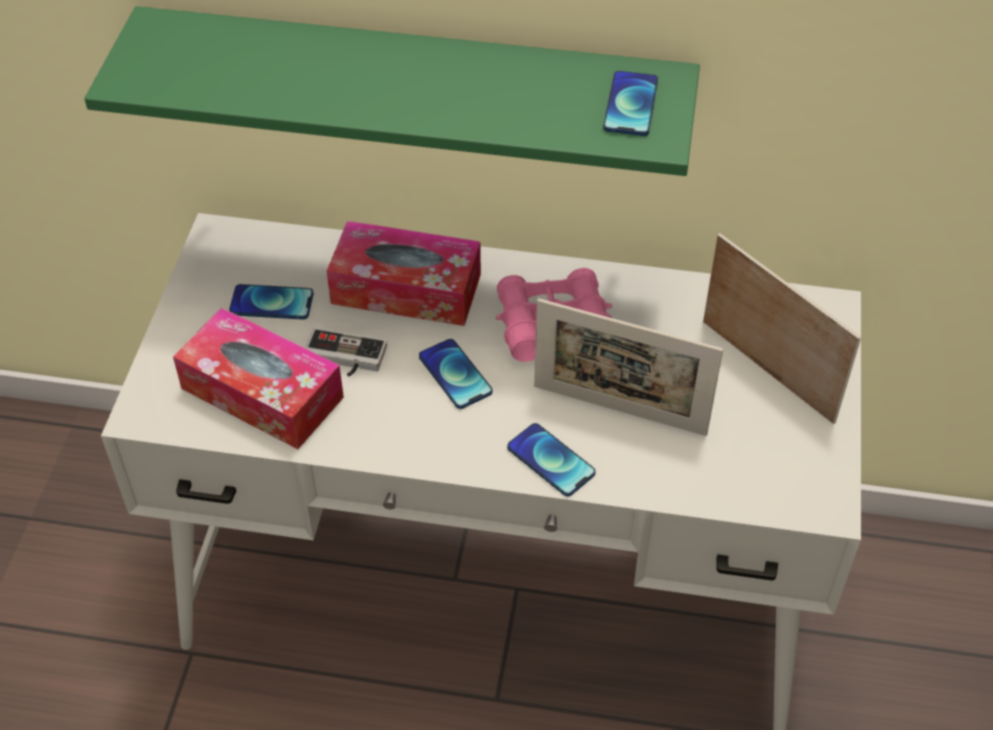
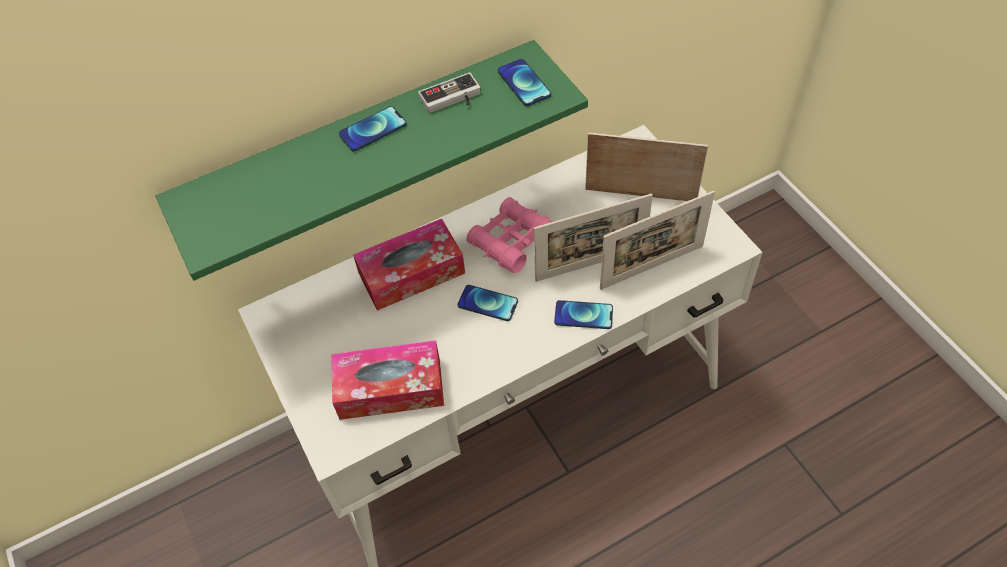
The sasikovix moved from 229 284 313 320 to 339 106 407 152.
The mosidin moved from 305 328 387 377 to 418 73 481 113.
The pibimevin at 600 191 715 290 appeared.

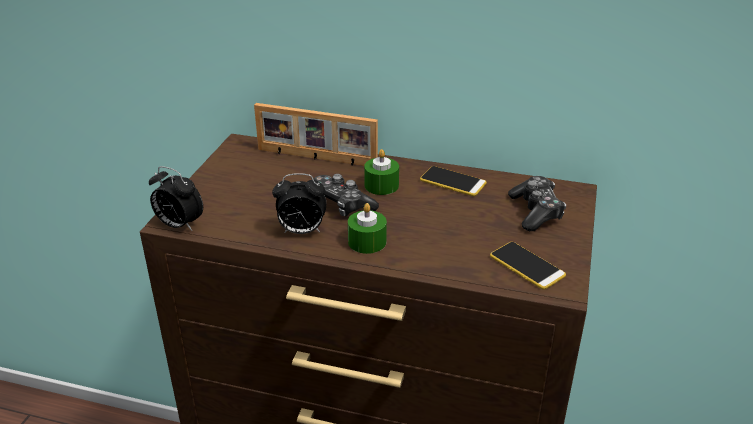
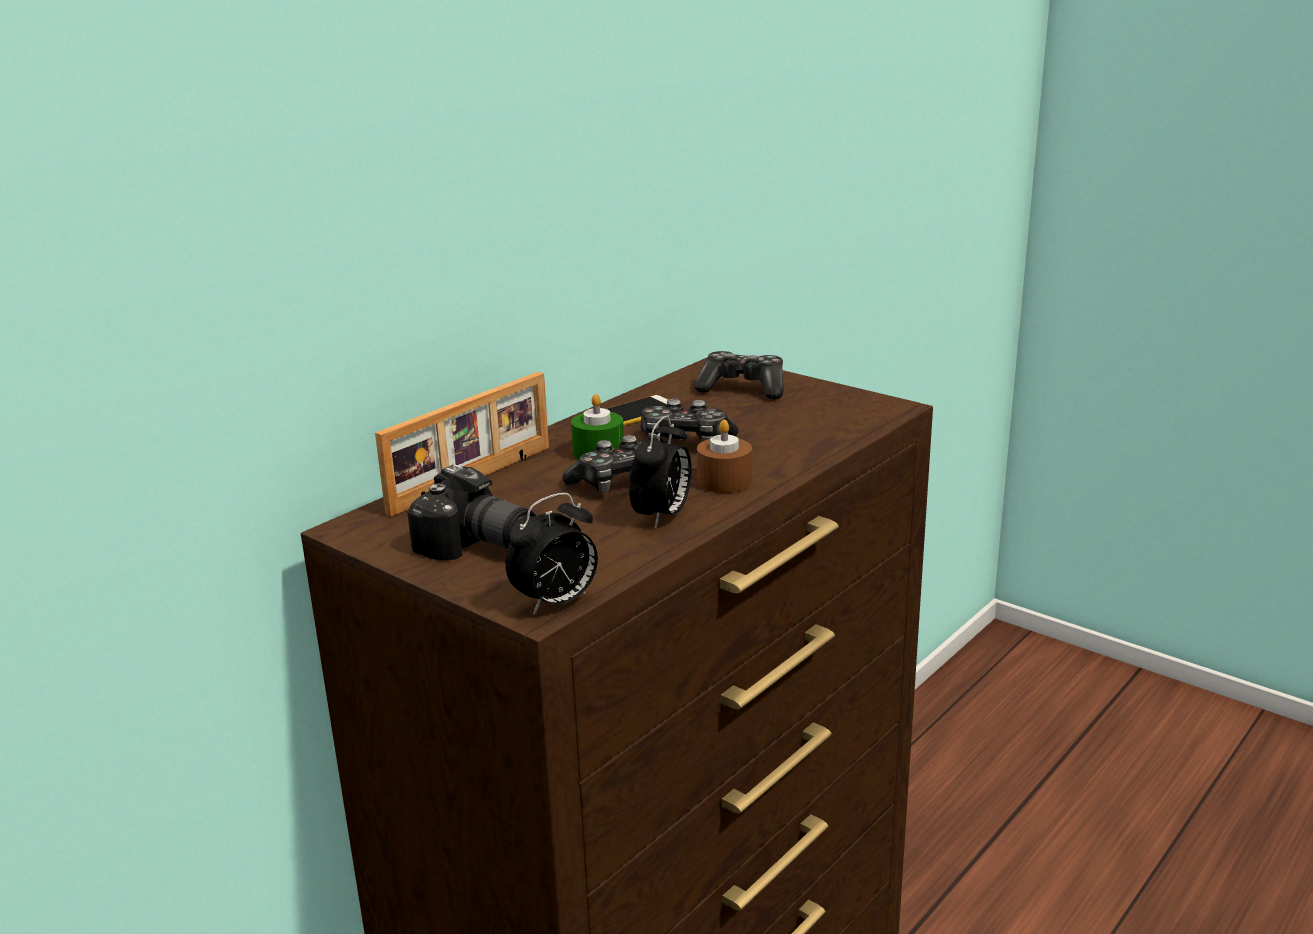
The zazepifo at 407 465 536 561 appeared.
The mosidin at 641 399 738 442 appeared.
The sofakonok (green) at 348 203 387 254 became the sofakonok (brown) at 697 420 752 493.
The sasikovix at 490 242 566 289 disappeared.

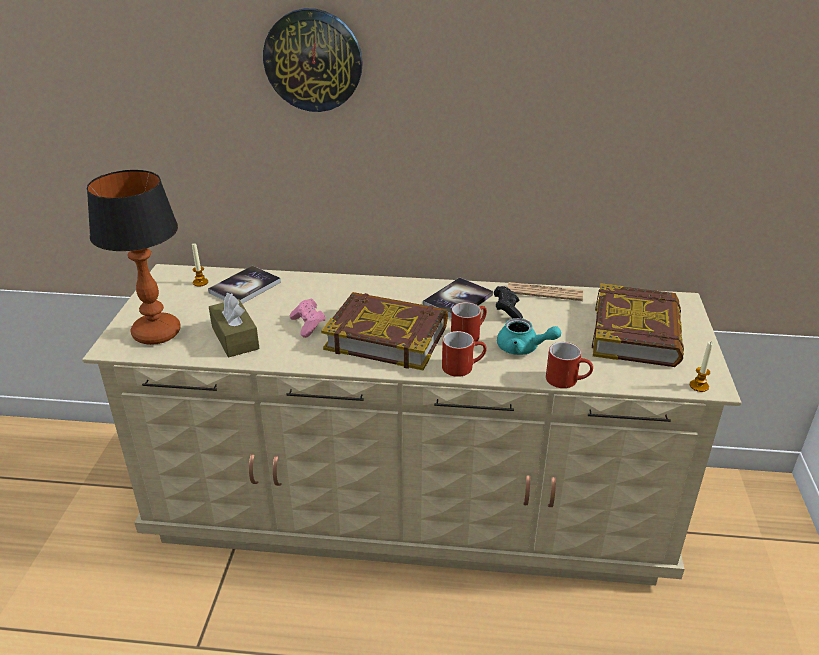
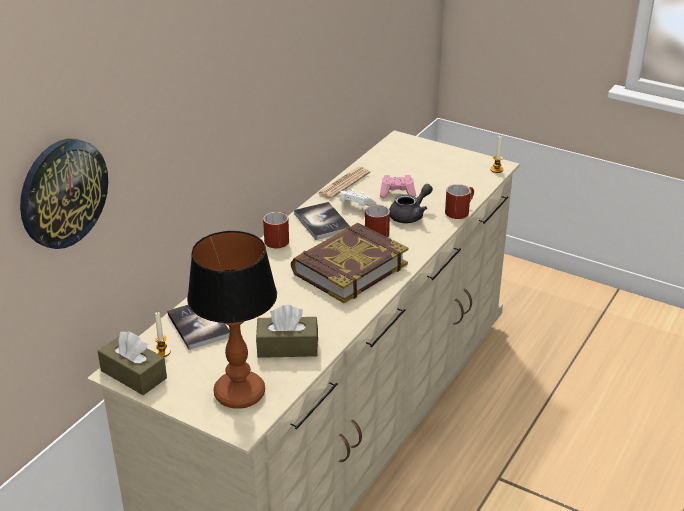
The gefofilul moved from 263 8 363 112 to 20 139 108 249.
The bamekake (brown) at 98 331 167 395 appeared.
The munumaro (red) moved from 442 331 487 377 to 263 212 289 248.
The mosidin (black) at 494 286 523 319 became the mosidin (white) at 340 189 377 206.
The mosidin (pink) moved from 290 298 326 338 to 380 175 416 198.
The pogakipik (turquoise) at 497 318 561 355 became the pogakipik (grey) at 389 184 433 223.
The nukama at 592 283 684 367 disappeared.

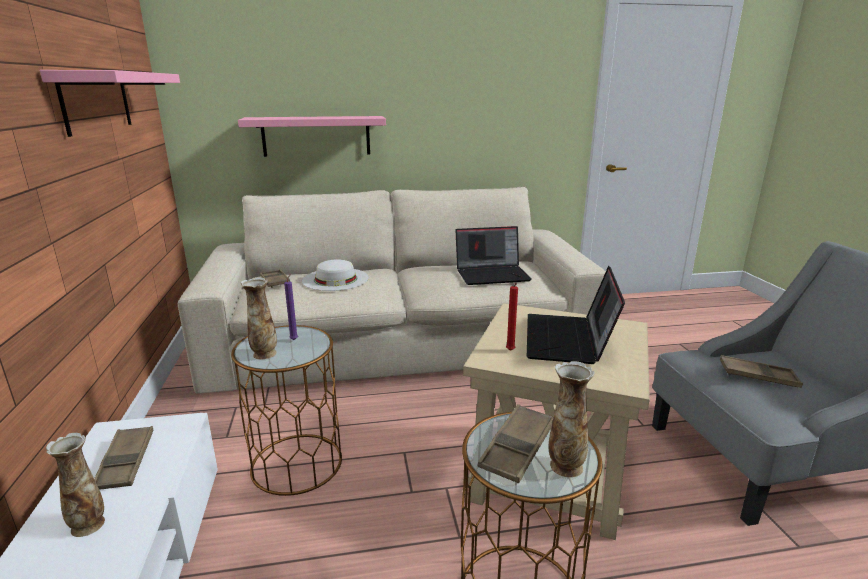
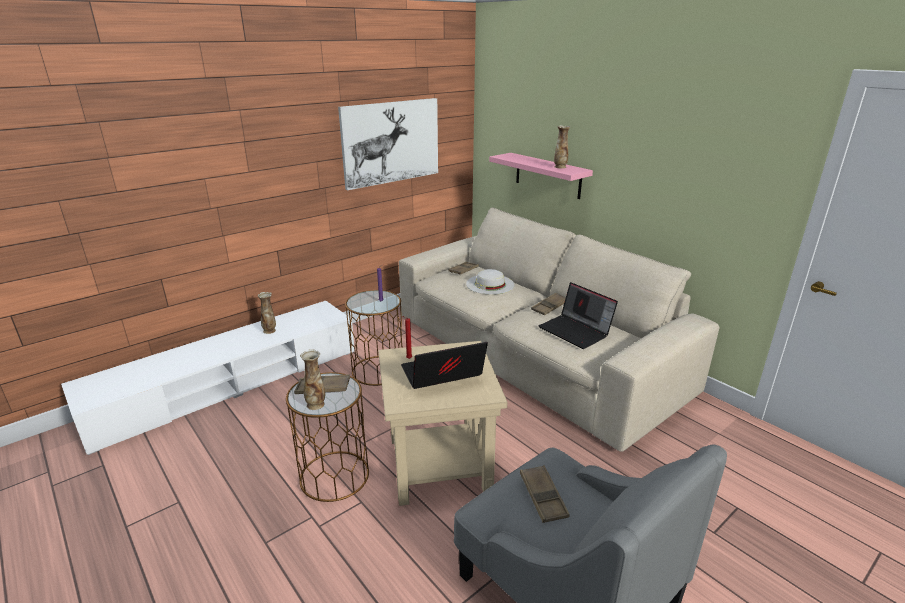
The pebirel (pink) at 40 70 180 137 was replaced by the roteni at 338 98 438 190.
The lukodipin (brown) moved from 94 426 153 490 to 531 293 566 315.
The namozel moved from 241 277 277 359 to 554 125 570 168.

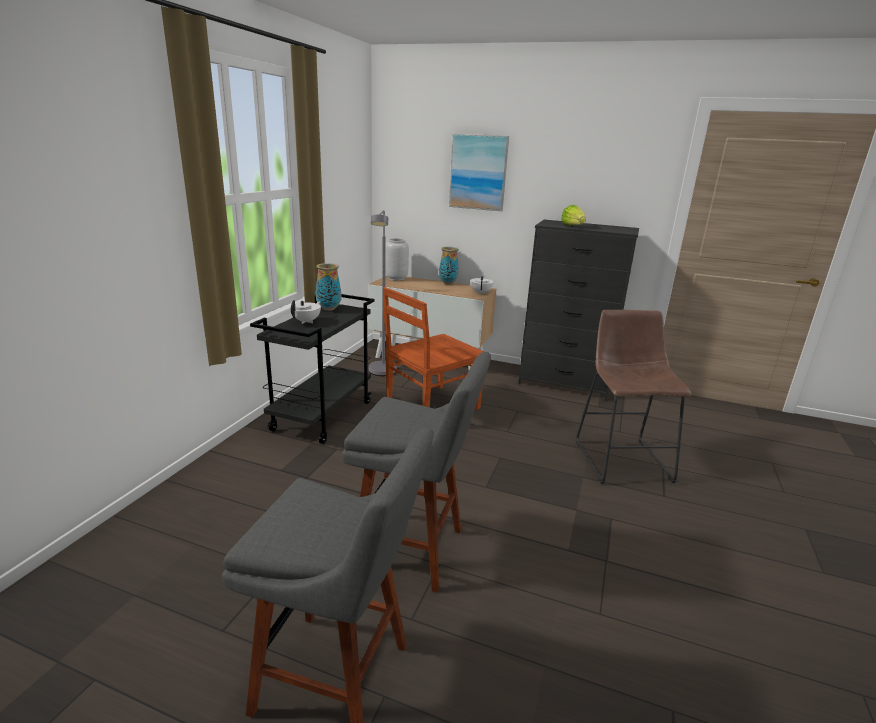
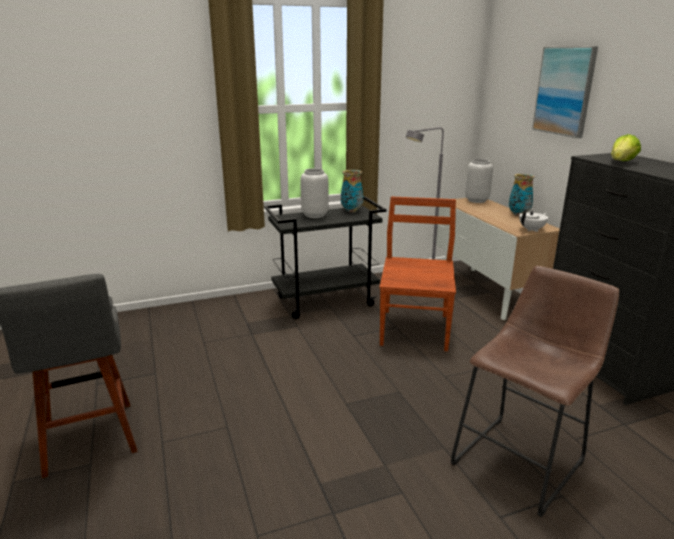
The pogakipik (white) at 290 300 321 324 was replaced by the namozel (grey) at 301 168 329 218.
The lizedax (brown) at 383 287 484 410 turned 90 degrees clockwise.
The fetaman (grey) at 342 352 491 593 disappeared.

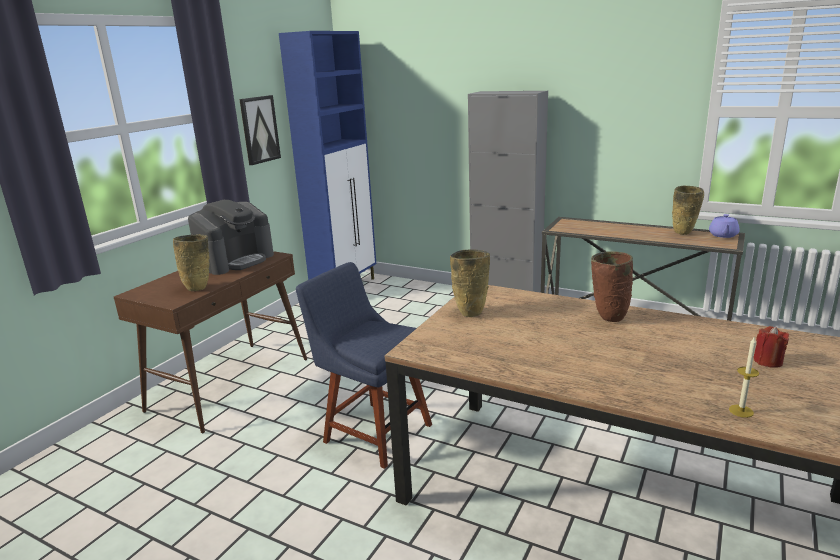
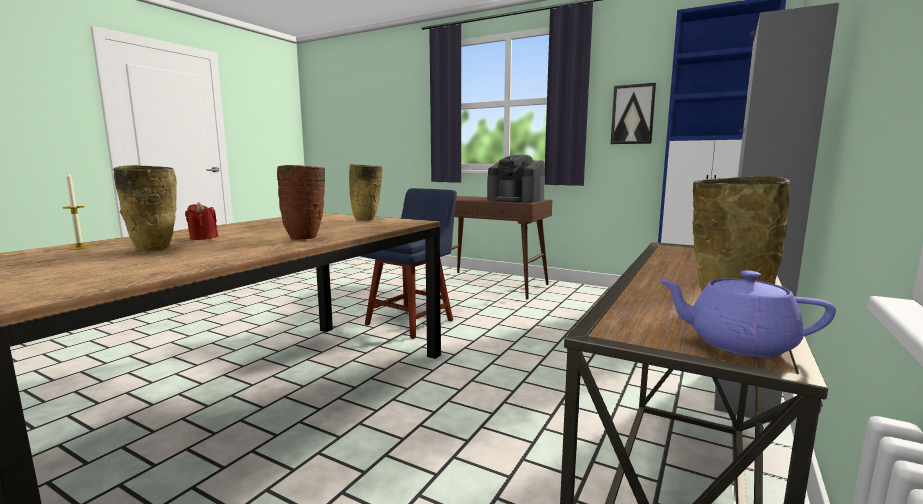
The namozel (beige) moved from 173 234 210 291 to 113 165 177 251.
The sofakonok (red) moved from 753 326 789 368 to 185 202 218 240.

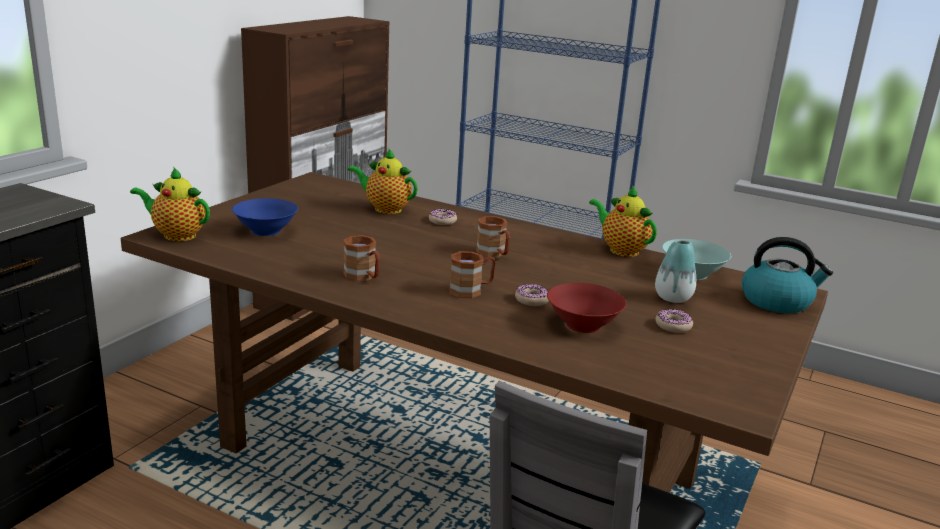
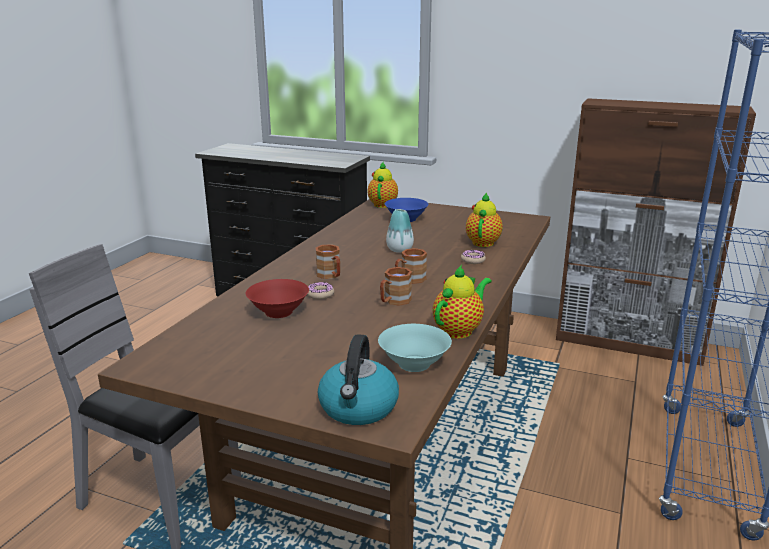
The munumaro (brown) moved from 343 235 380 281 to 380 267 412 306.
The namozel moved from 655 240 696 303 to 386 209 414 253.
The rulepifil at 655 309 693 333 disappeared.

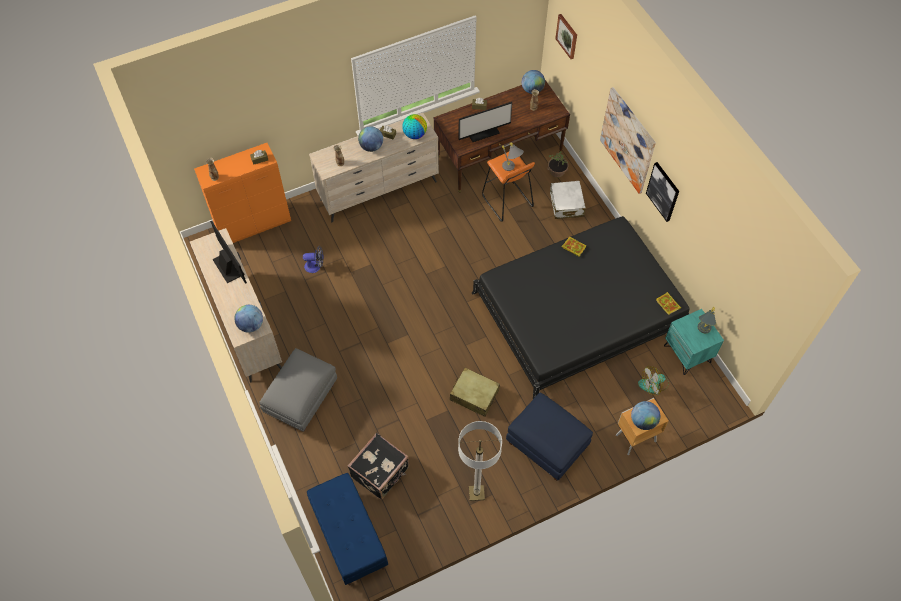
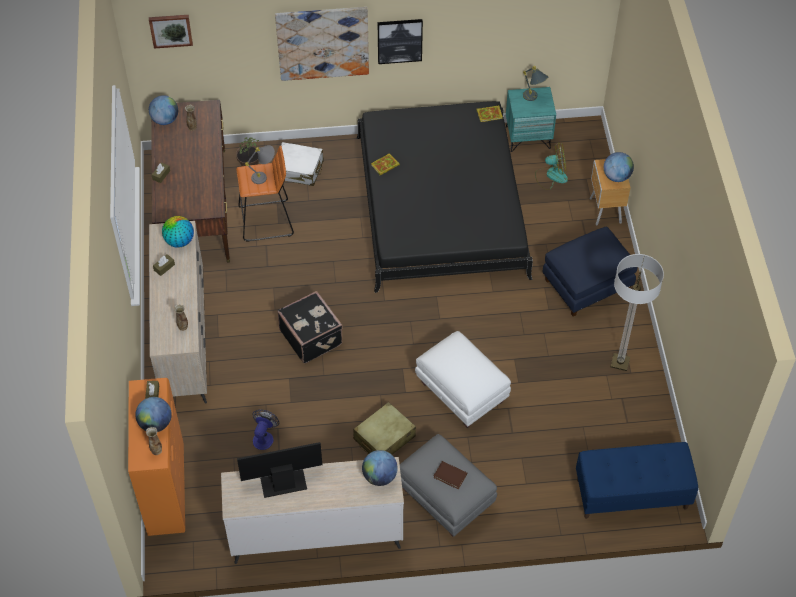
The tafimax moved from 358 126 383 152 to 135 397 172 432.
The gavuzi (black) moved from 348 433 409 500 to 277 291 343 363.
The gavuzi (beige) moved from 450 368 500 417 to 353 402 416 455.
The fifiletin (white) at 415 331 511 428 appeared.
The nukama (brown) at 433 461 467 490 appeared.
The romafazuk at 638 366 669 395 turned 90 degrees counterclockwise.
The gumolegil at 459 102 512 142 disappeared.

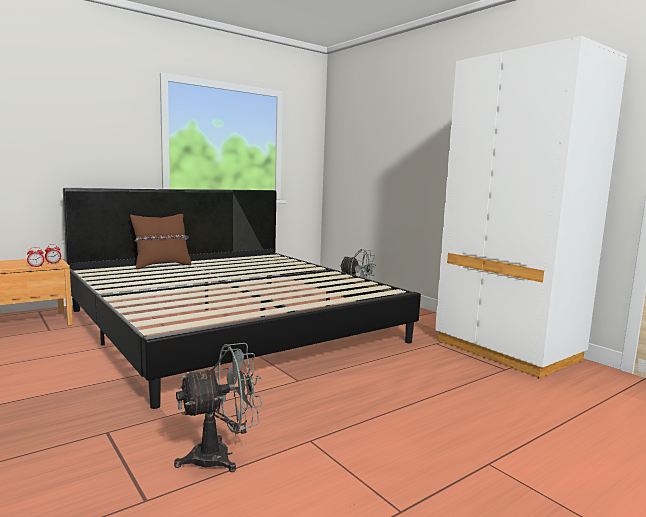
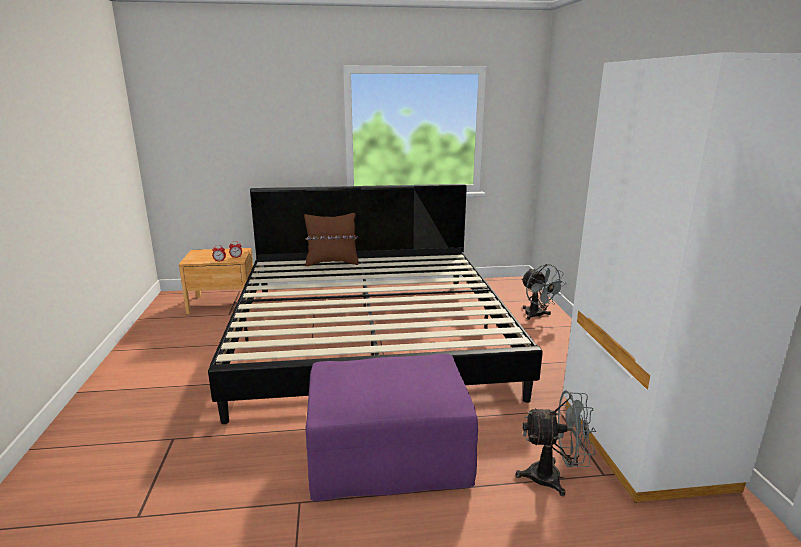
The fifiletin (purple) at 305 354 478 501 appeared.
The romafazuk (grey) moved from 174 343 263 472 to 515 390 596 497.

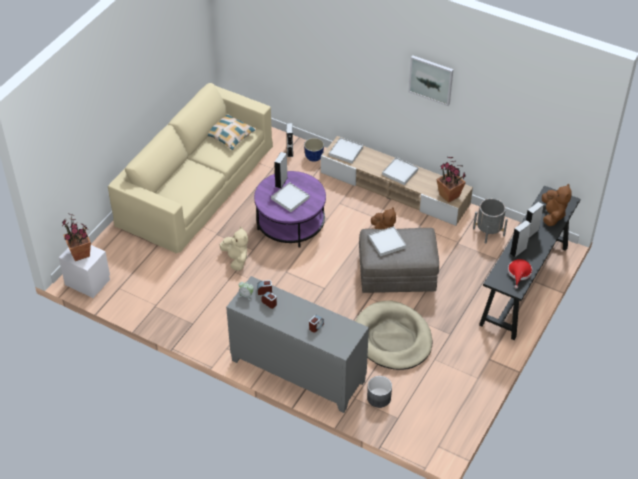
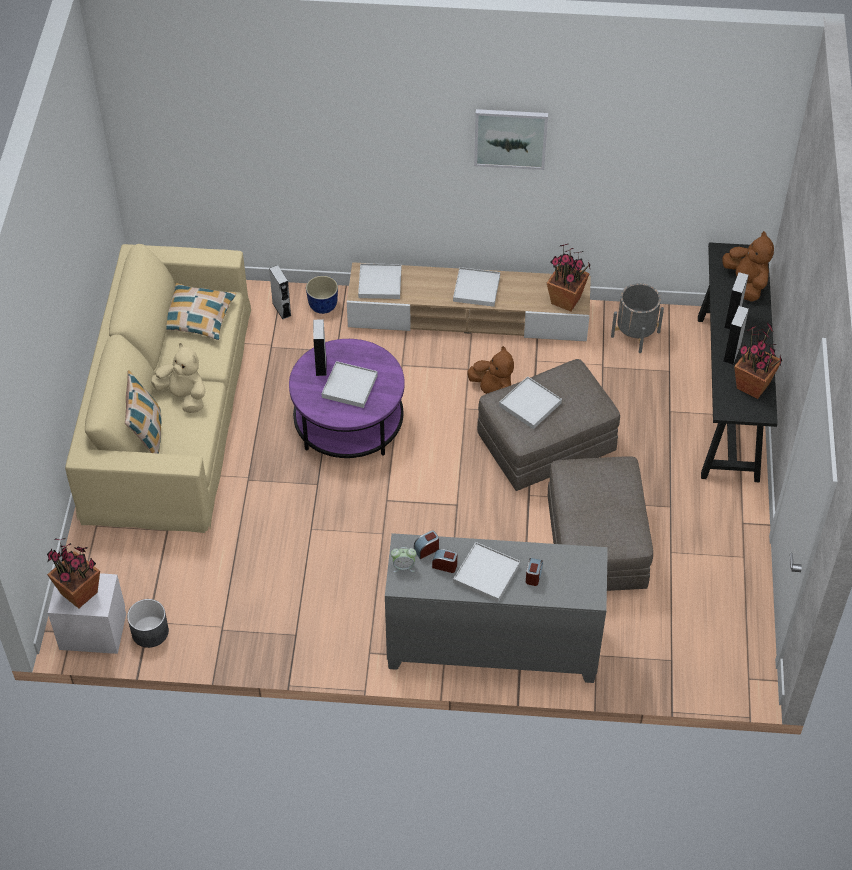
The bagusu at 125 370 162 454 appeared.
The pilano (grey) moved from 367 376 392 408 to 127 599 169 648.
The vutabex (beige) moved from 220 227 248 271 to 151 343 205 413.
The lukodipin (white) at 453 542 520 602 appeared.
The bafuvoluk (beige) at 355 301 432 370 was replaced by the fifiletin (grey) at 548 456 653 591.
The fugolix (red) at 508 259 532 289 was replaced by the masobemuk at 734 322 782 399.

